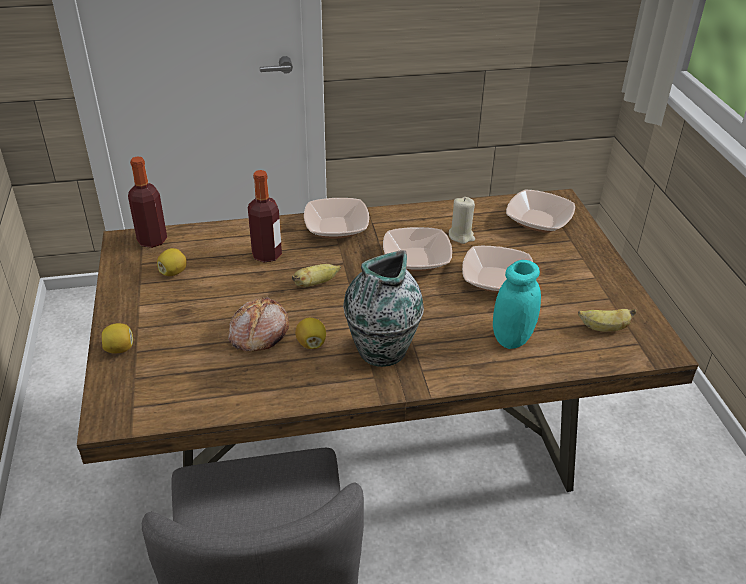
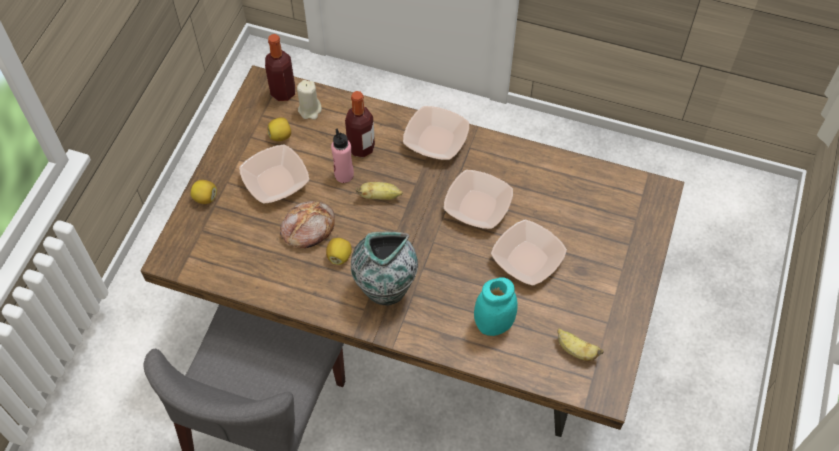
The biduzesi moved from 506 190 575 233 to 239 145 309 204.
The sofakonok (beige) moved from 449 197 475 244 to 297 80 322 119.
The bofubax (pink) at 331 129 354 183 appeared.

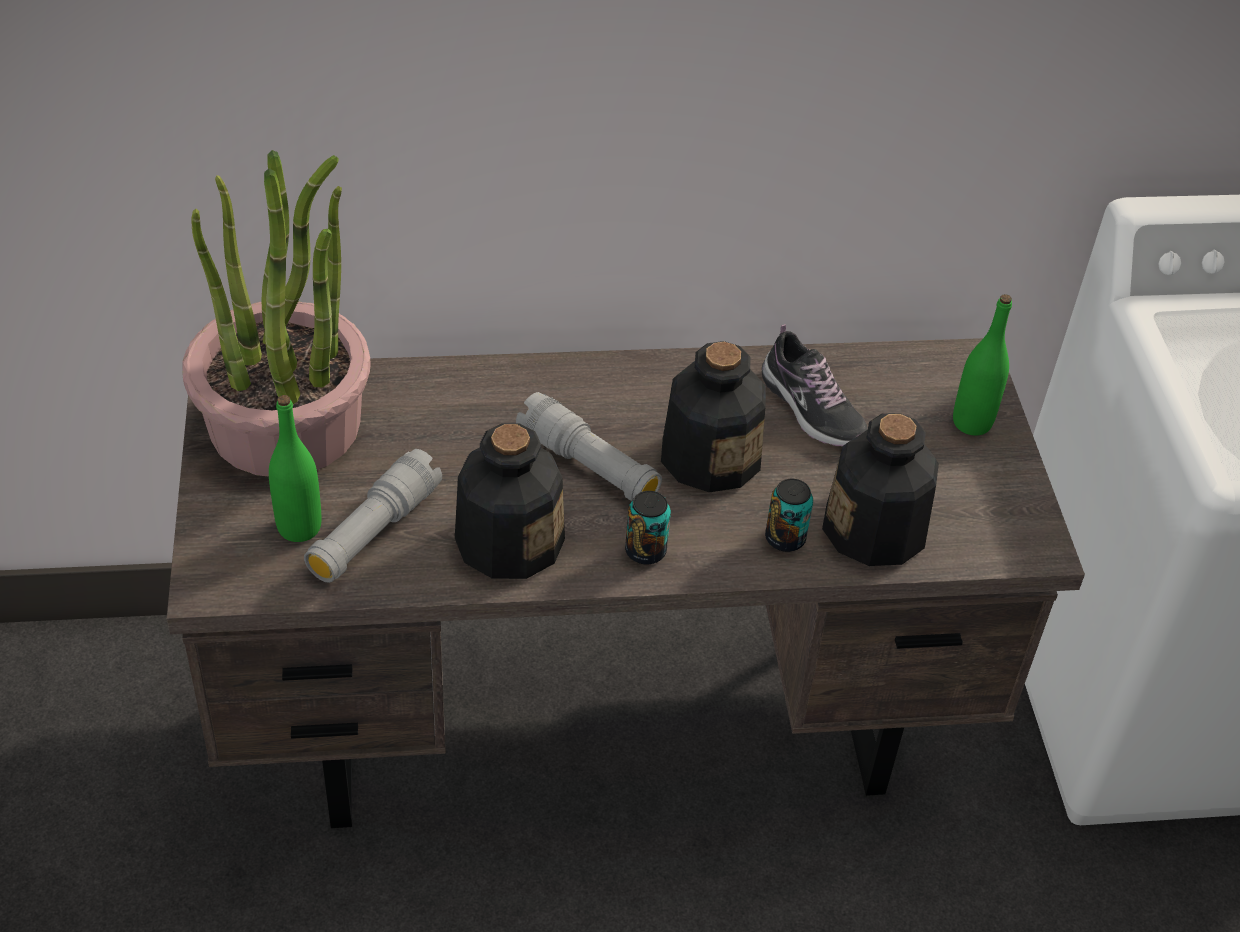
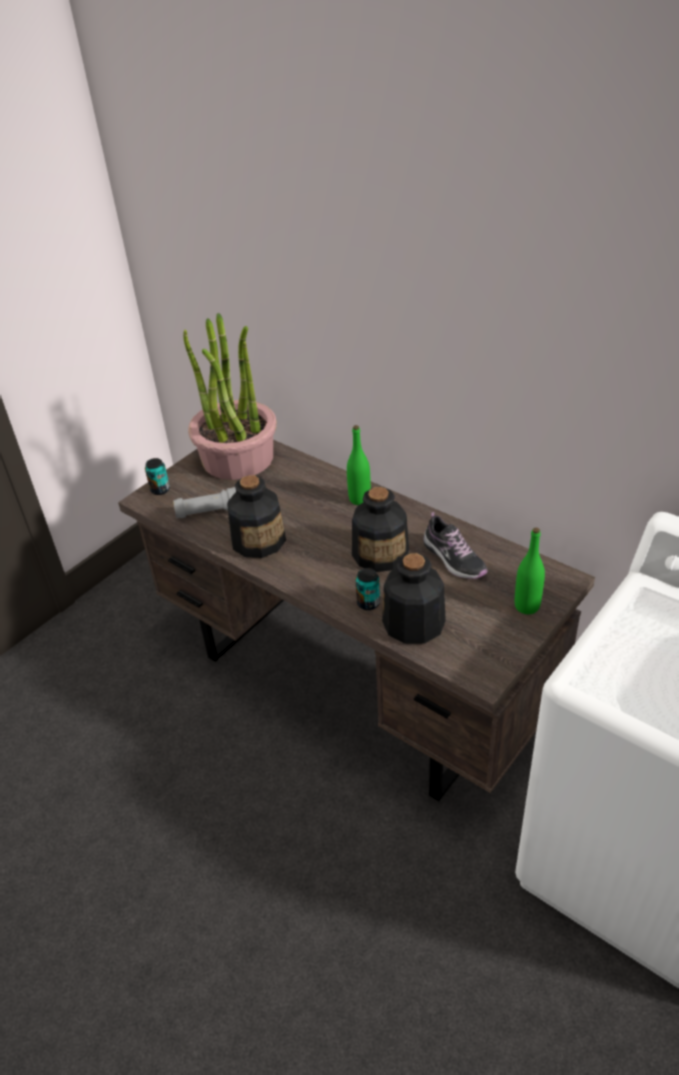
The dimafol moved from 625 491 671 565 to 145 458 170 495.
The bofubax (green) moved from 269 395 321 542 to 347 425 371 505.
The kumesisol at 762 324 868 447 turned 45 degrees counterclockwise.
The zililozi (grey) at 516 392 662 501 disappeared.

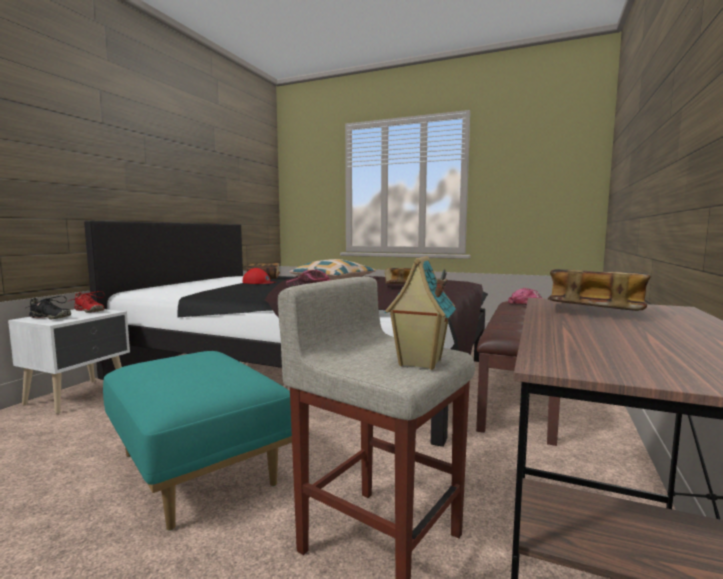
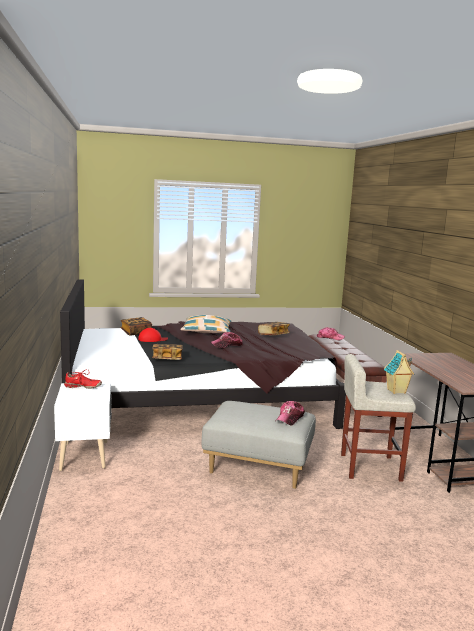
The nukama moved from 548 269 651 311 to 152 344 183 360.
The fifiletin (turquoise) at 103 351 292 531 became the fifiletin (grey) at 201 401 316 489.
The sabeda at 276 401 305 426 appeared.
The kumesisol (black) at 26 296 71 319 disappeared.

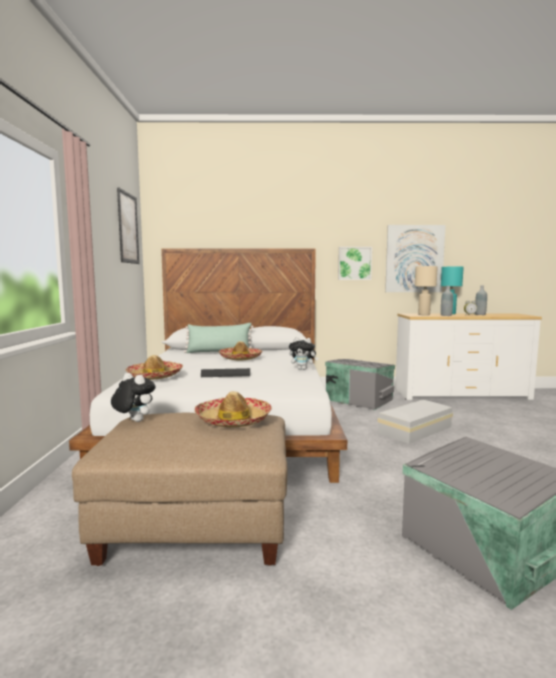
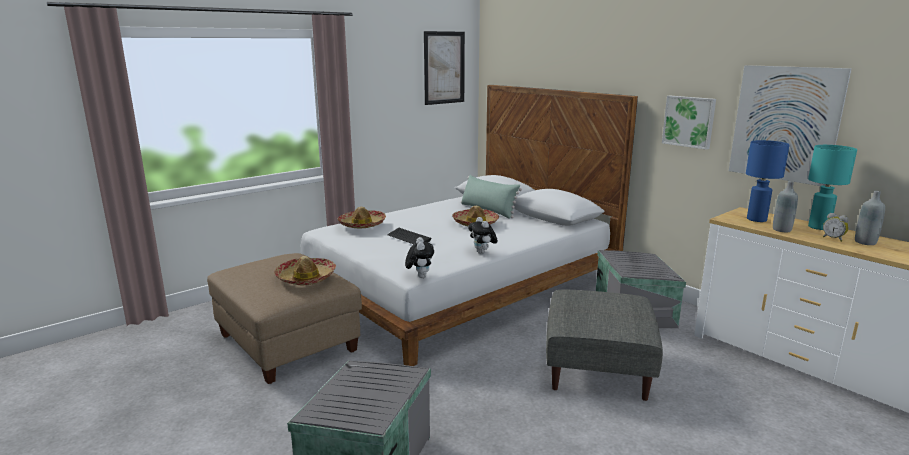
The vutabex moved from 111 373 155 422 to 405 237 434 278.
The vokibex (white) at 377 400 453 444 was replaced by the fifiletin (grey) at 546 290 663 401.
The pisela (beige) at 415 266 438 315 became the pisela (blue) at 746 140 790 222.

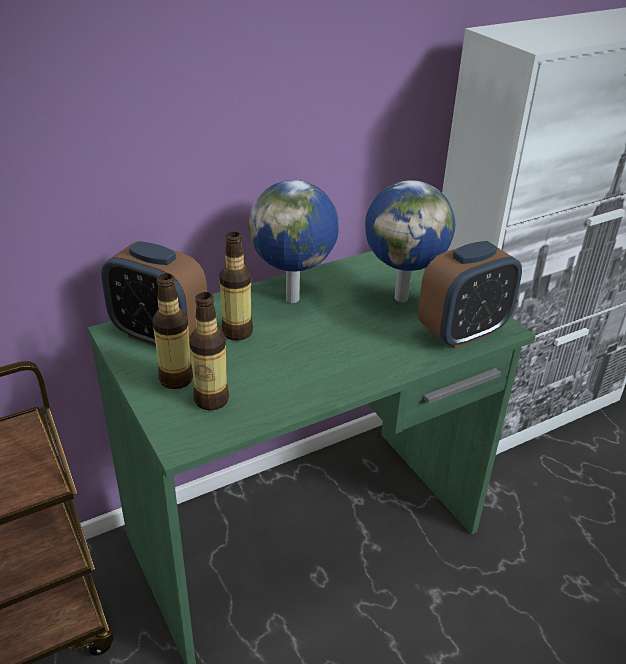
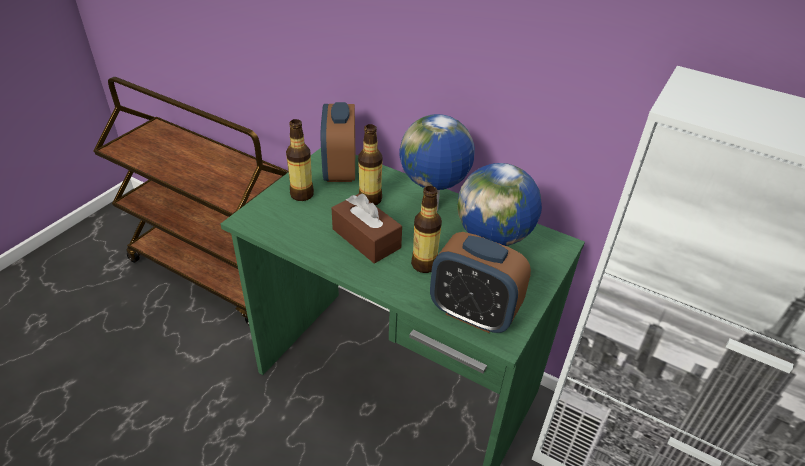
The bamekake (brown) at 332 194 402 264 appeared.
The bofubax moved from 189 292 229 410 to 411 186 442 273.

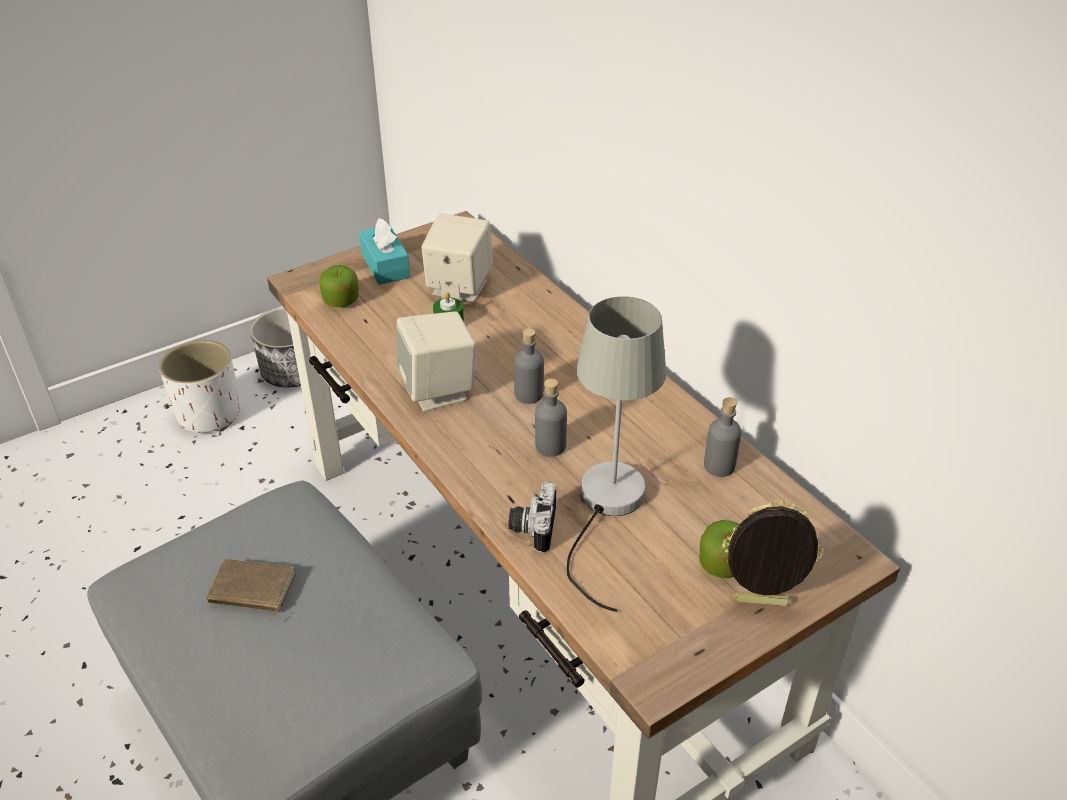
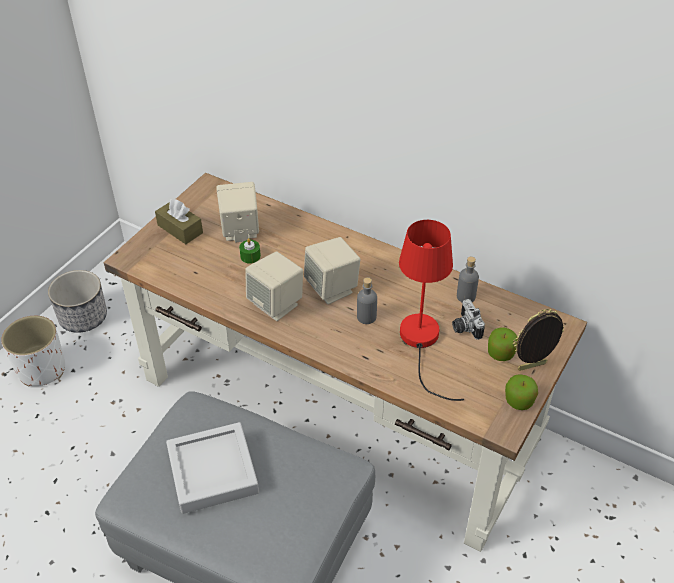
The bamekake (turquoise) at 359 218 410 285 became the bamekake (brown) at 155 199 203 244.
The nukama (brown) at 206 559 296 622 was replaced by the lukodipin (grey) at 166 422 259 514.
The bofubax (grey) at 514 328 544 404 was replaced by the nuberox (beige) at 304 237 360 304.
The pisela (grey) at 567 296 667 612 became the pisela (red) at 399 220 464 401.
The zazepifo moved from 508 482 556 553 to 452 299 485 340.
The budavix moved from 319 265 359 307 to 505 374 538 410.

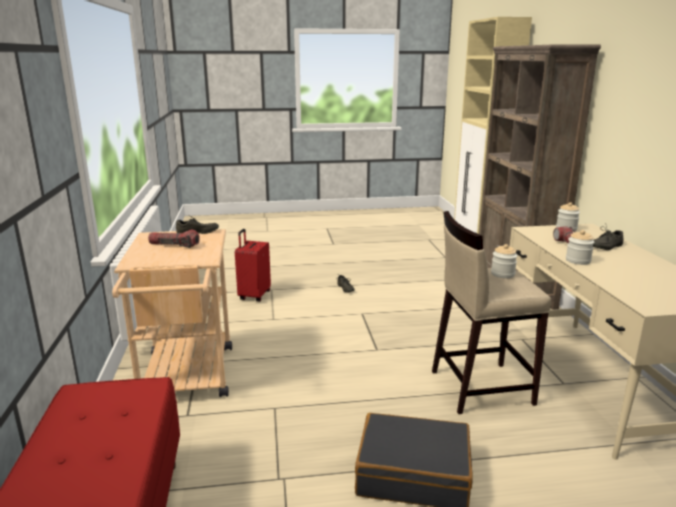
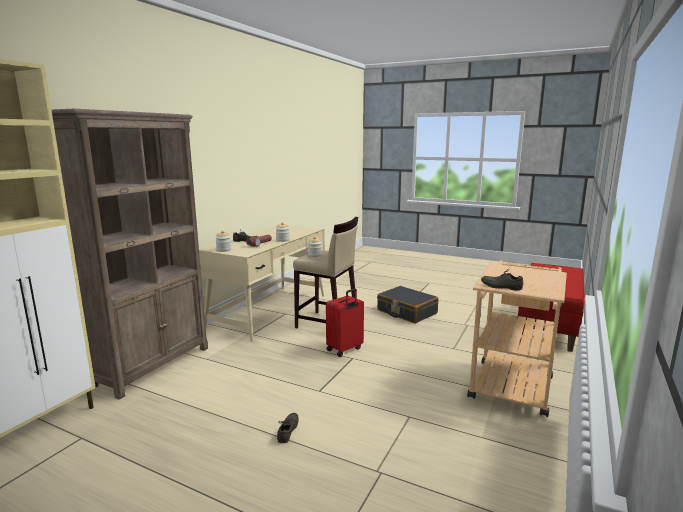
The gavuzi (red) moved from 235 229 271 302 to 326 288 364 357.
The zililozi at 148 230 199 248 disappeared.

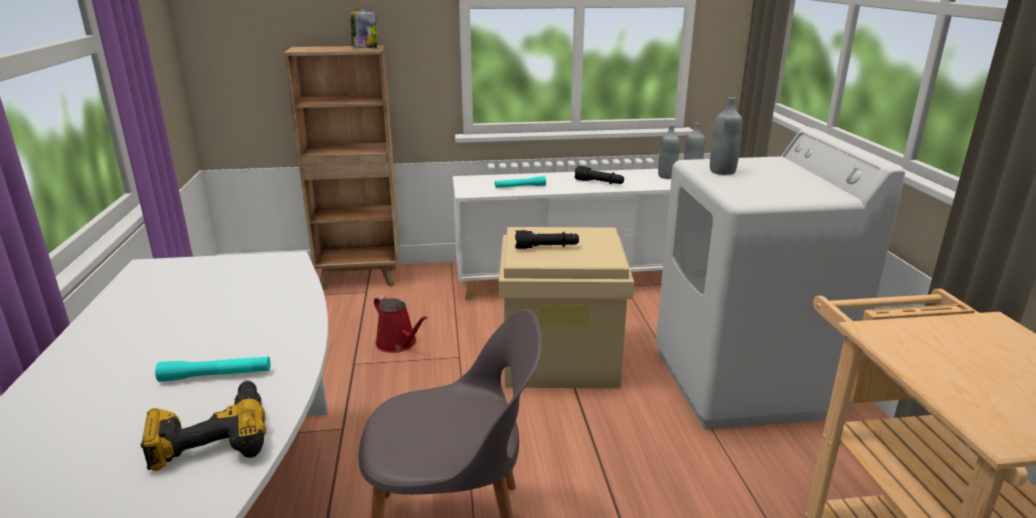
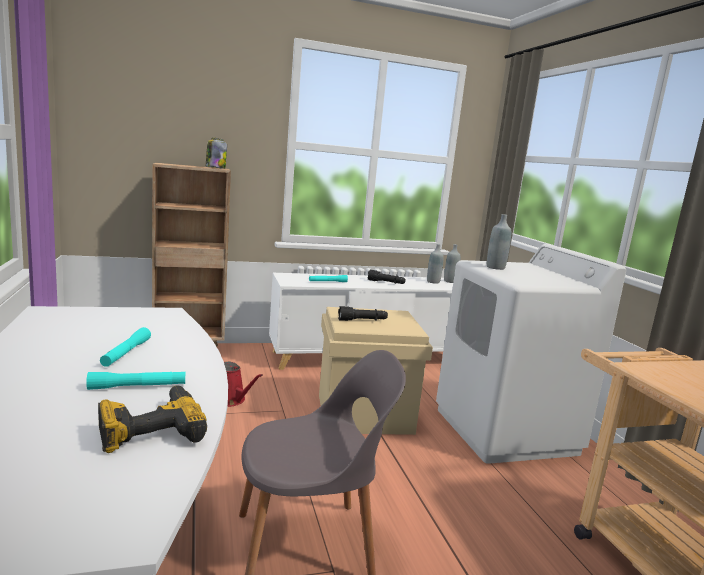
The zililozi (turquoise) at 100 327 151 367 appeared.

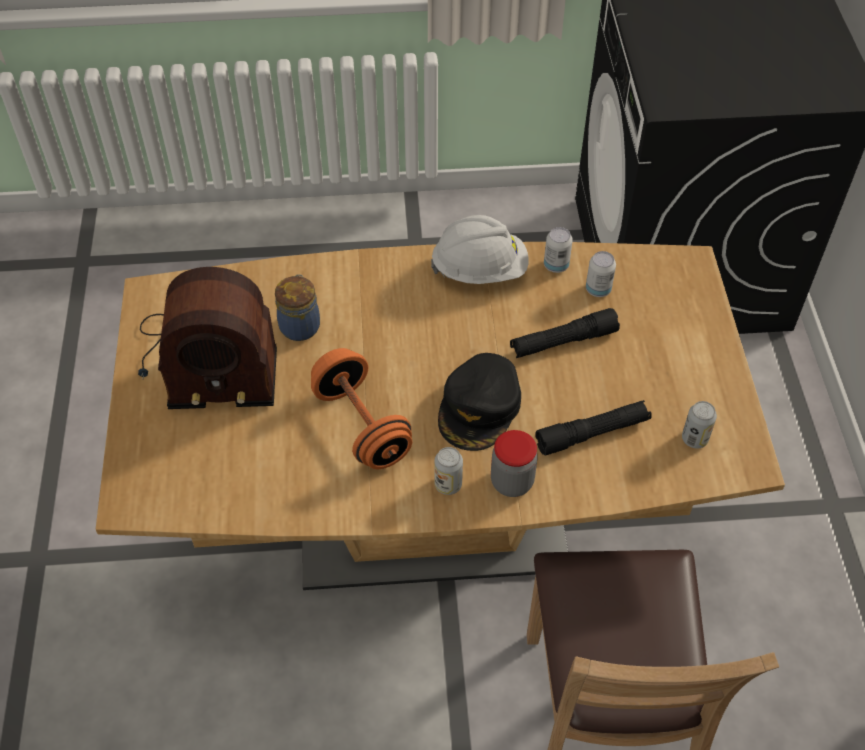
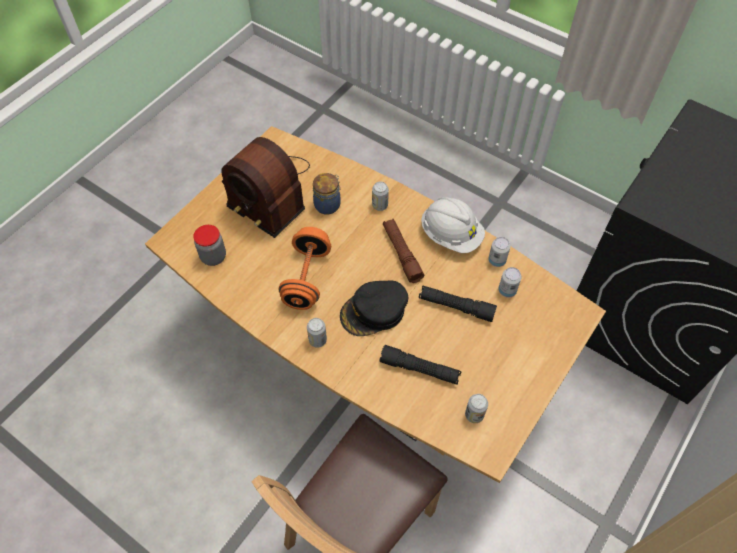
The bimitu moved from 491 430 538 497 to 193 225 226 266.
The dimafol at 372 181 389 211 appeared.
The zililozi (brown) at 383 219 424 283 appeared.

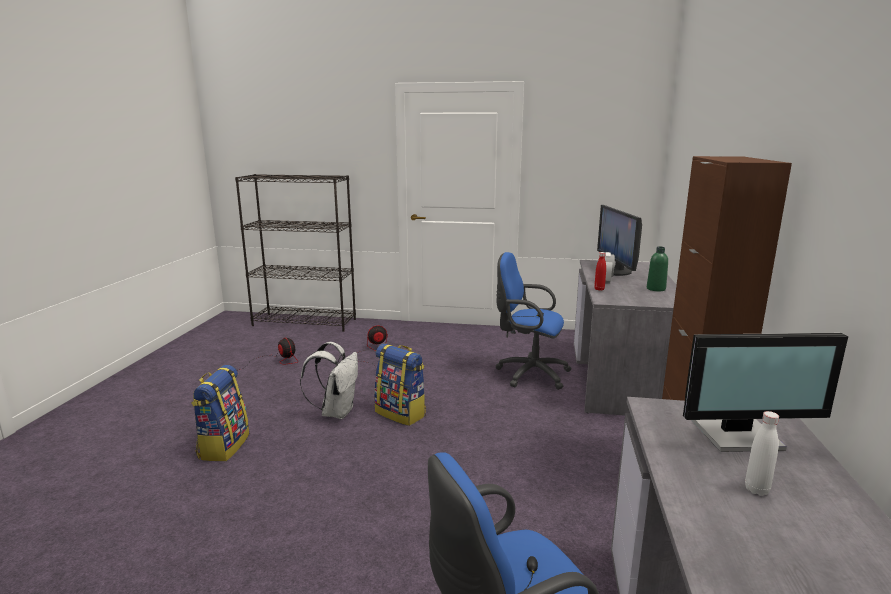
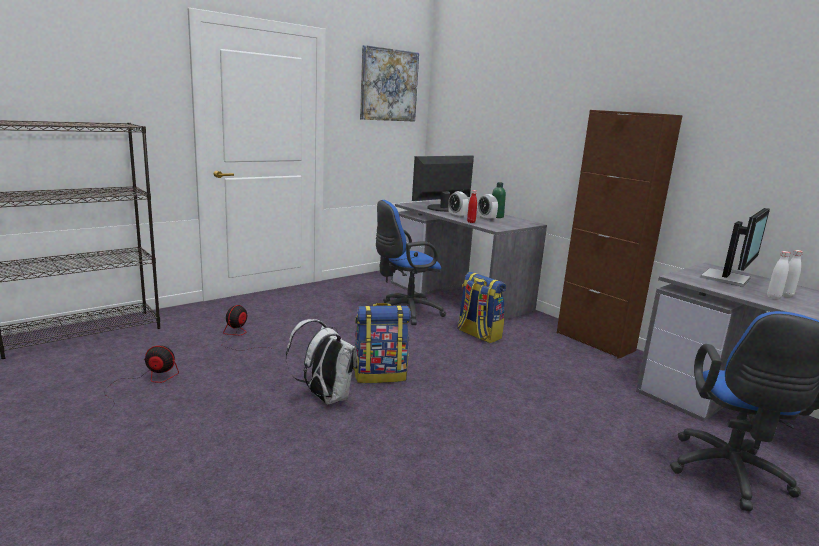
The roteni at 360 45 419 122 appeared.
The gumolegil at 597 205 642 276 turned 105 degrees clockwise.
The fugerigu moved from 191 365 249 461 to 458 272 506 343.
The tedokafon at 478 194 498 221 appeared.
The bofubax (white) at 767 251 790 299 appeared.

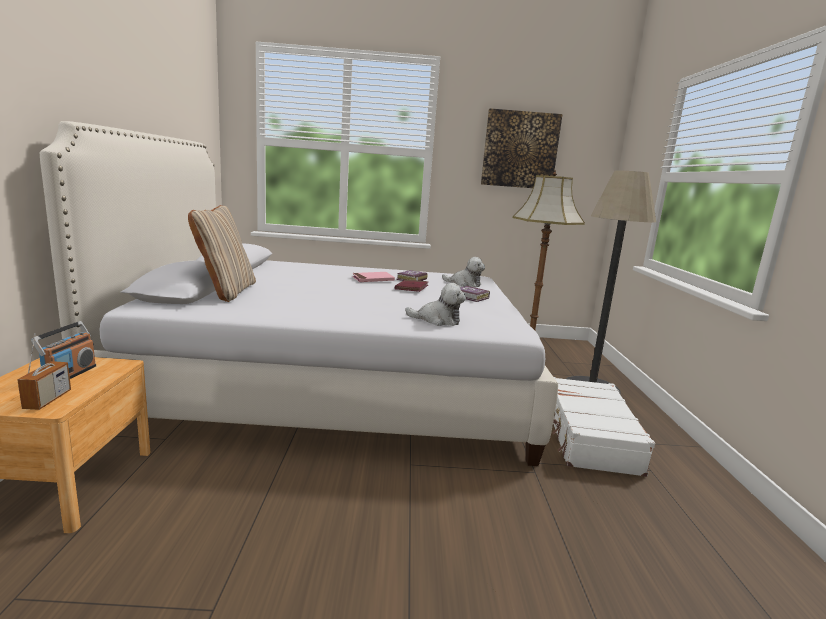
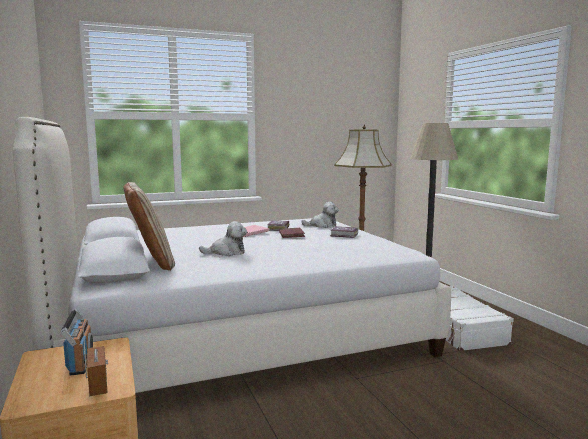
The vutabex moved from 405 283 466 326 to 199 221 247 256.
The roteni at 481 108 563 188 disappeared.

